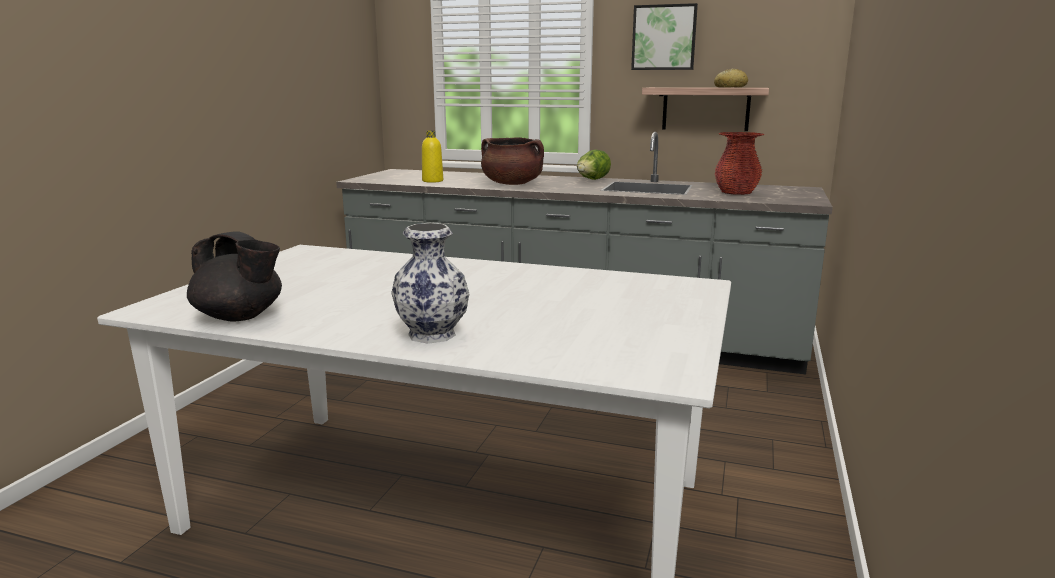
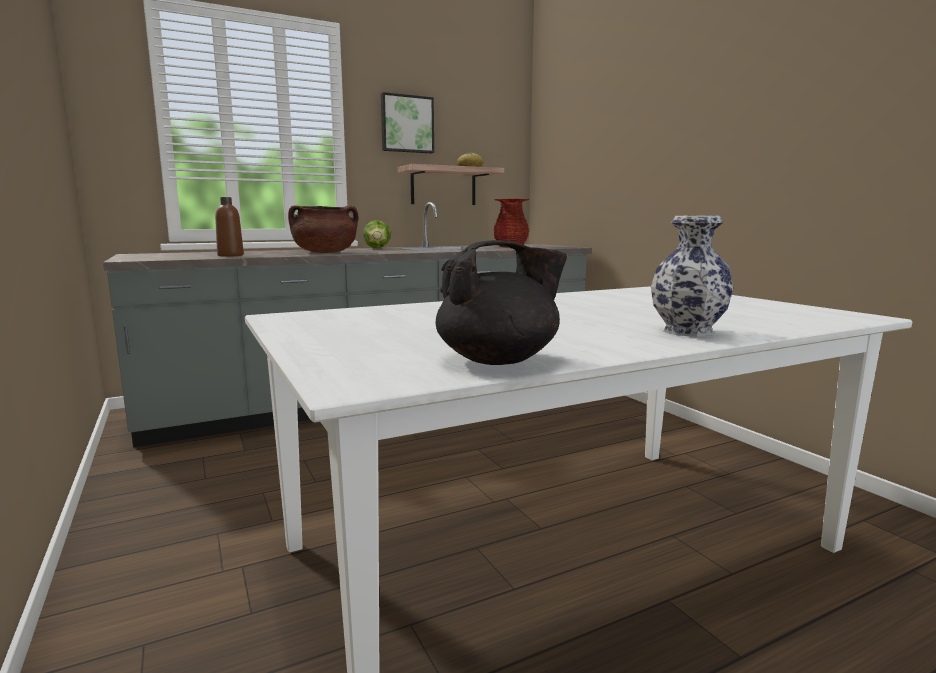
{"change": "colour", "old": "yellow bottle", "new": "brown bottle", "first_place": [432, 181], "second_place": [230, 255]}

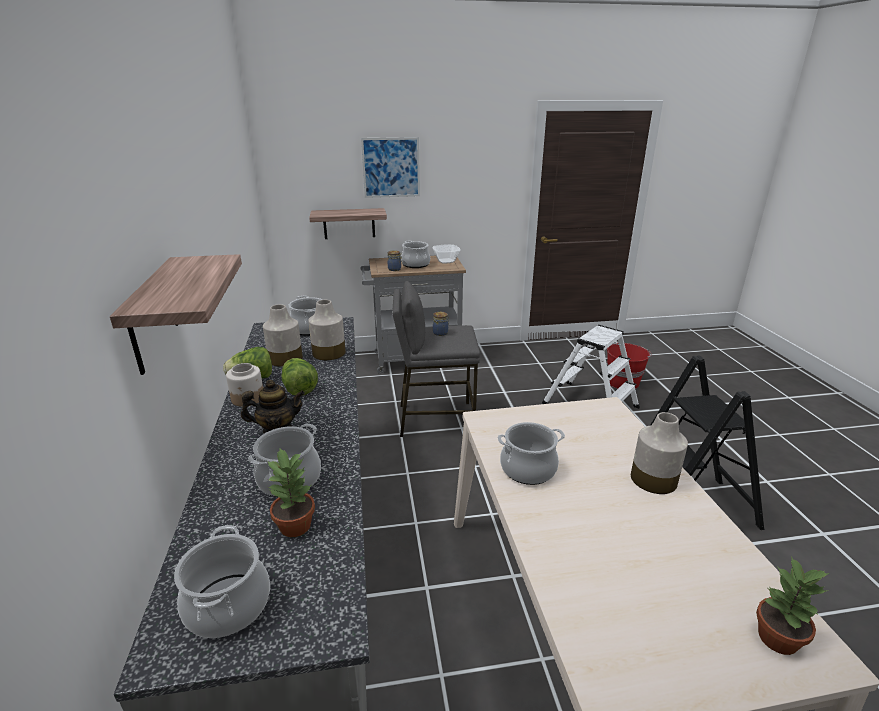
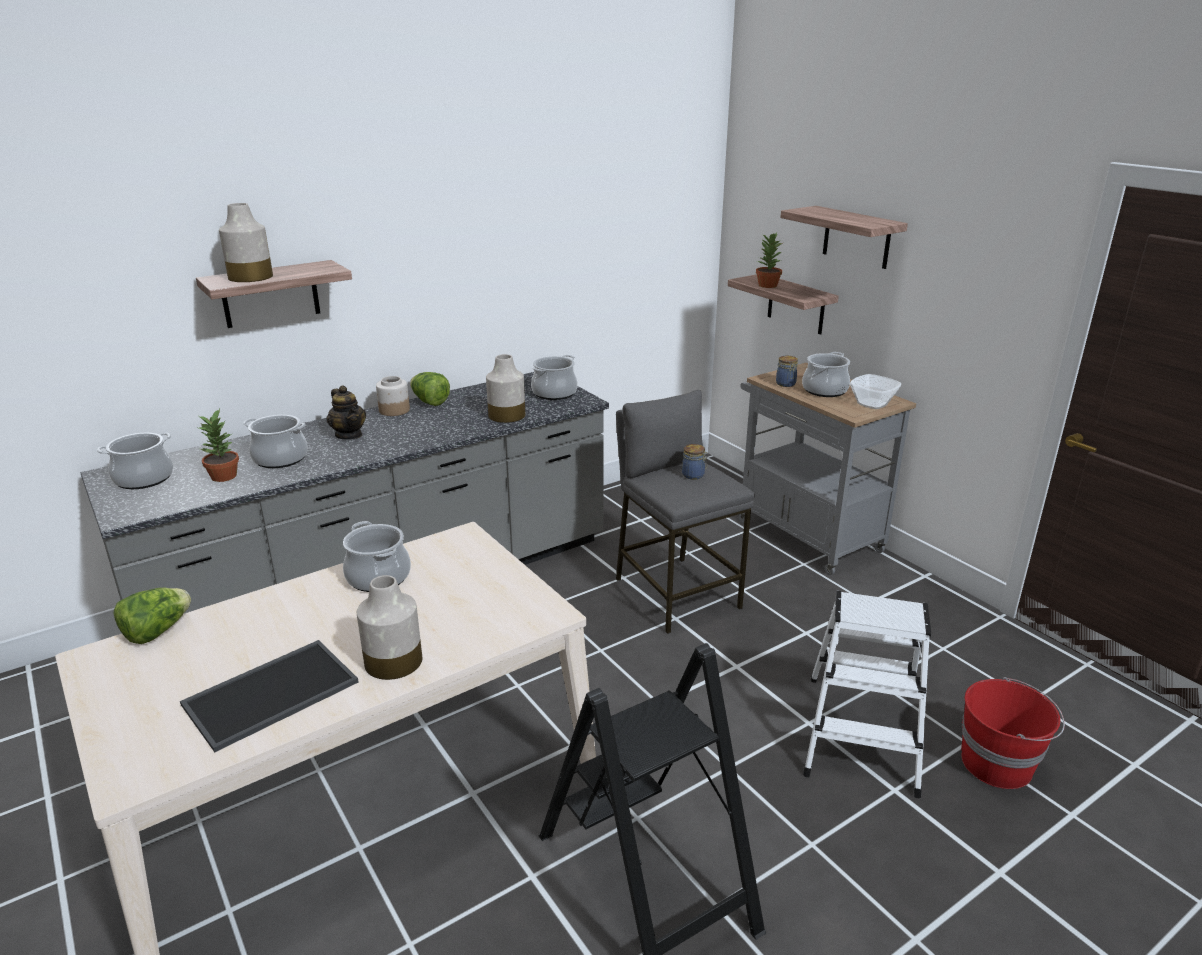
{"change": "relocated", "old": "beige vase", "first_place": [285, 358], "second_place": [250, 277]}
{"change": "relocated", "old": "lettuce", "first_place": [299, 389], "second_place": [157, 631]}
{"change": "exchanged", "old": "picture", "new": "shelf", "first_place": [391, 167], "second_place": [856, 237]}
{"change": "relocated", "old": "potted plant", "first_place": [778, 639], "second_place": [767, 285]}
{"change": "appeared", "new": "tray", "second_place": [271, 691]}

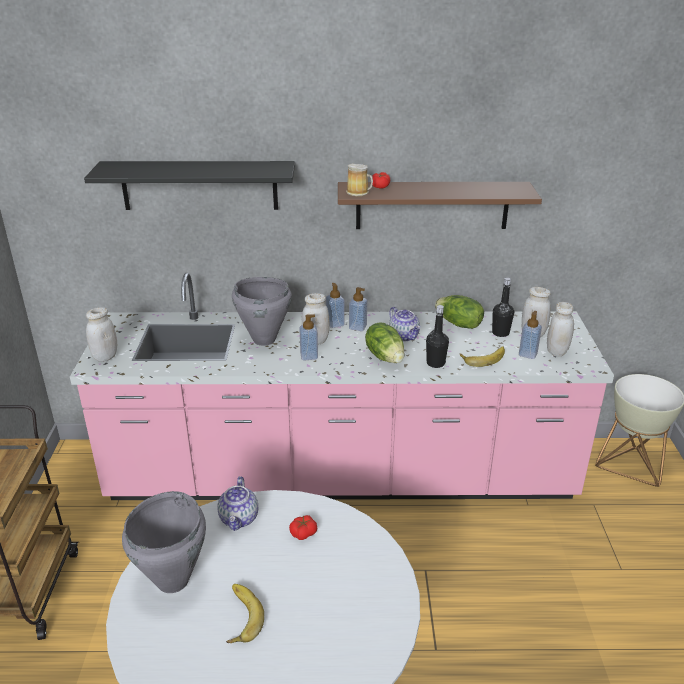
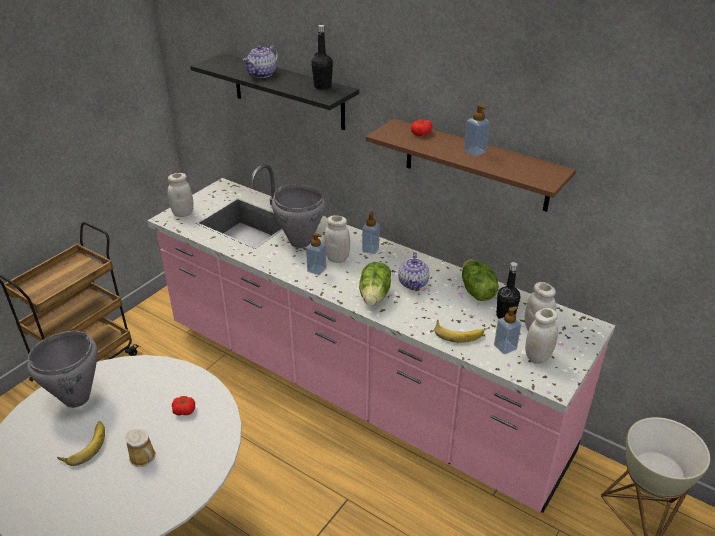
{"change": "relocated", "old": "teapot", "first_place": [239, 518], "second_place": [262, 74]}
{"change": "relocated", "old": "mug", "first_place": [359, 192], "second_place": [144, 458]}
{"change": "relocated", "old": "soap dispenser", "first_place": [357, 327], "second_place": [475, 152]}
{"change": "relocated", "old": "black bottle", "first_place": [435, 363], "second_place": [322, 87]}

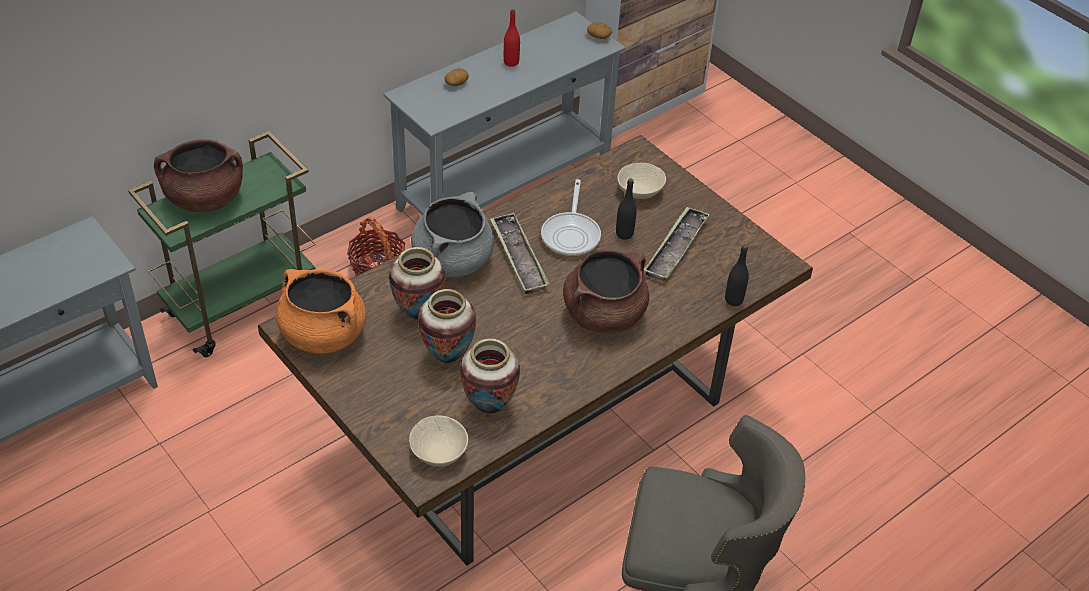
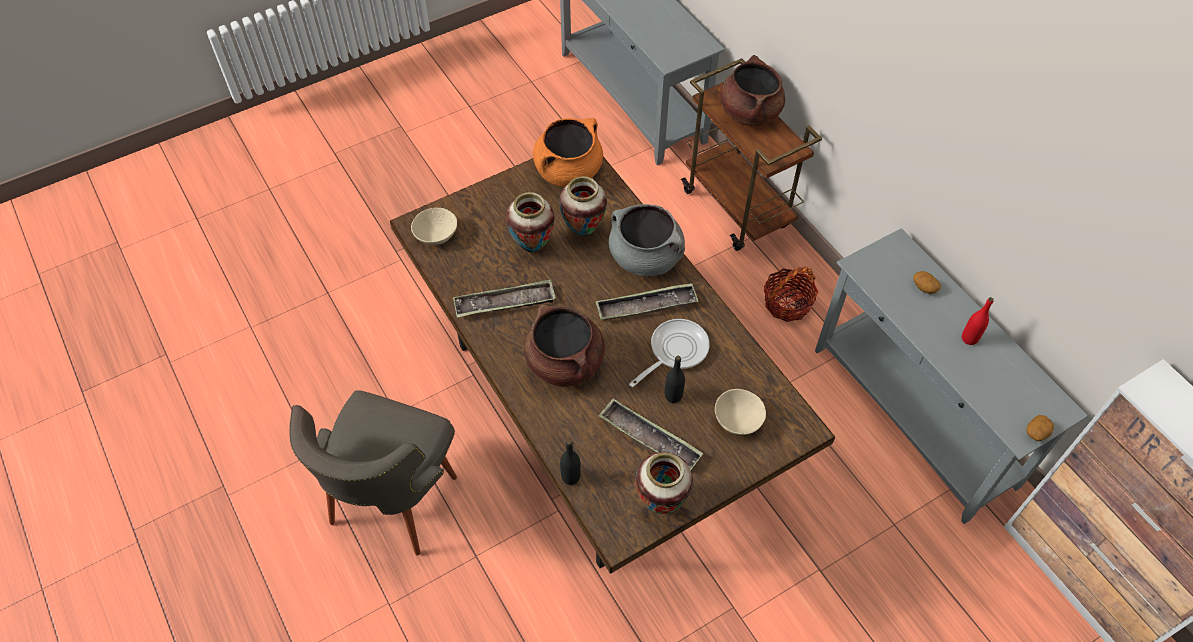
{"change": "colour", "old": "green cart", "new": "brown cart", "first_place": [243, 309], "second_place": [737, 212]}
{"change": "relocated", "old": "vase", "first_place": [489, 407], "second_place": [661, 503]}
{"change": "spun", "old": "frying pan", "first_place": [571, 234], "second_place": [675, 351], "degrees": 120}
{"change": "appeared", "new": "tray", "second_place": [505, 303]}

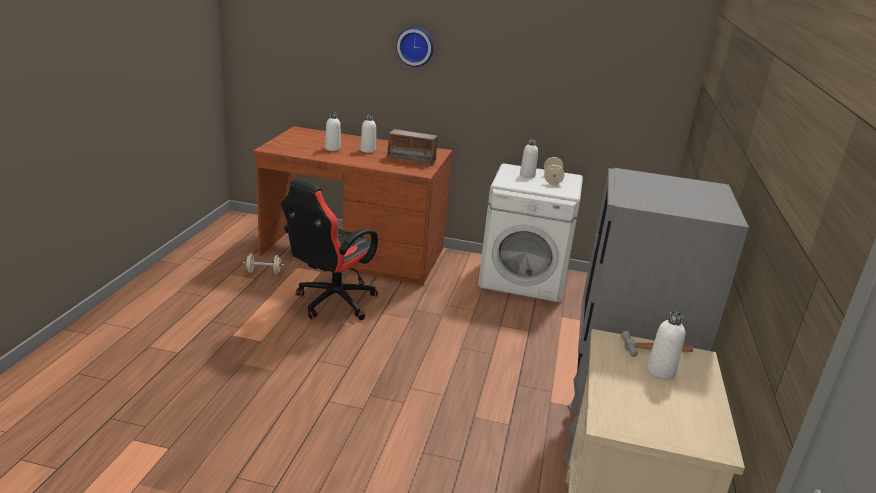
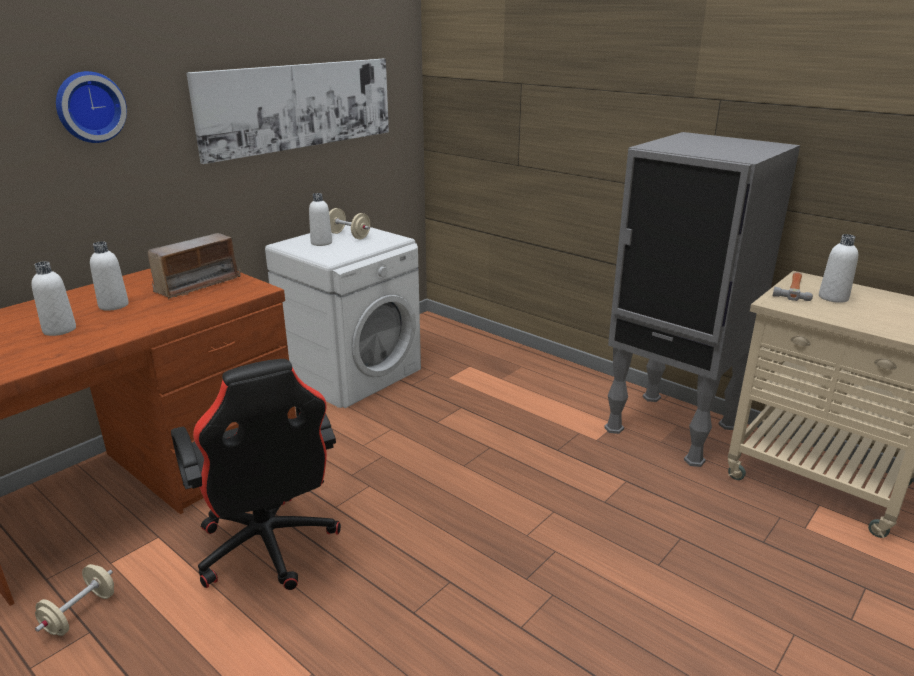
{"change": "appeared", "new": "picture", "second_place": [299, 106]}

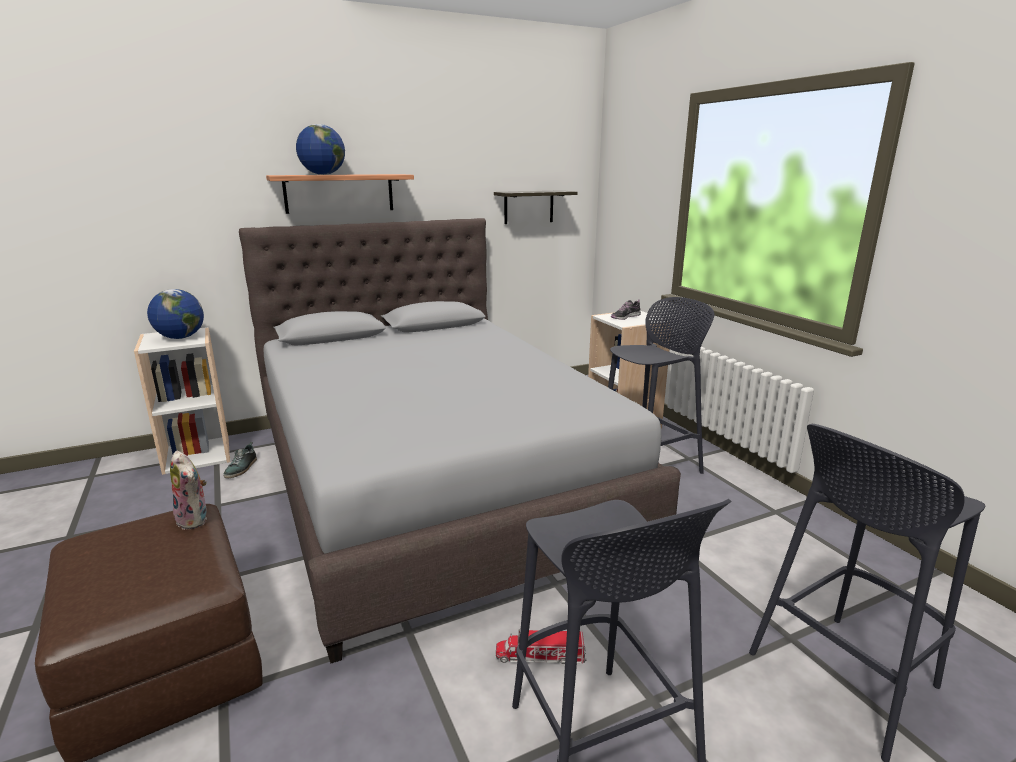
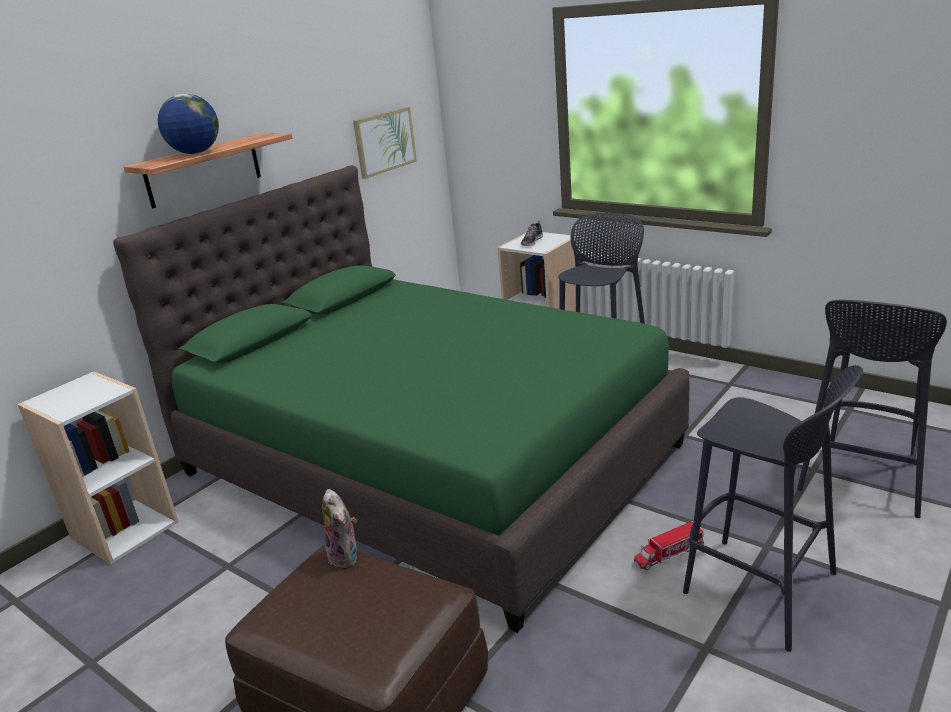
{"change": "missing", "old": "globe", "first_place": [180, 338]}
{"change": "spun", "old": "plush toy", "first_place": [195, 519], "second_place": [346, 557], "degrees": 45}
{"change": "missing", "old": "shoe", "first_place": [241, 468]}
{"change": "colour", "old": "grey bed", "new": "green bed", "first_place": [434, 480], "second_place": [428, 459]}
{"change": "exchanged", "old": "shelf", "new": "picture", "first_place": [528, 207], "second_place": [384, 142]}

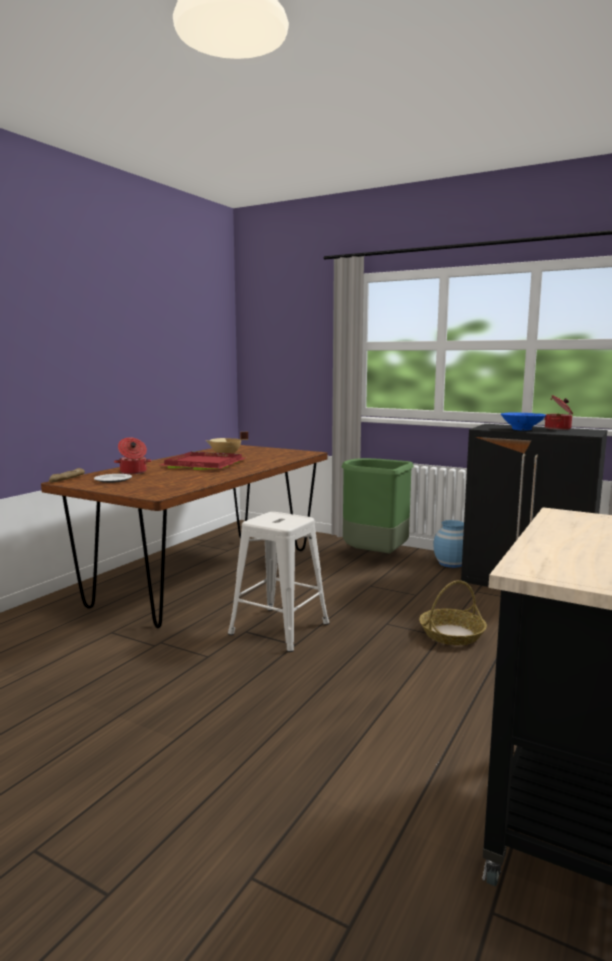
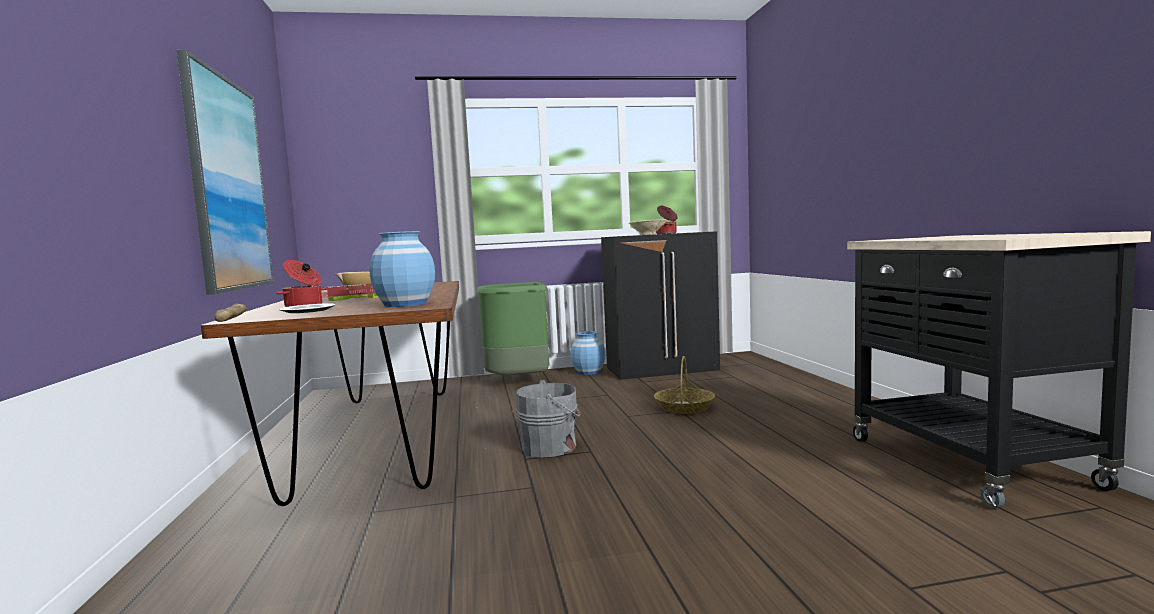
{"change": "exchanged", "old": "white stool", "new": "grey bucket", "first_place": [279, 629], "second_place": [552, 447]}
{"change": "colour", "old": "blue bowl", "new": "beige bowl", "first_place": [522, 429], "second_place": [648, 234]}
{"change": "appeared", "new": "picture", "second_place": [228, 184]}
{"change": "appeared", "new": "blue vase", "second_place": [406, 304]}

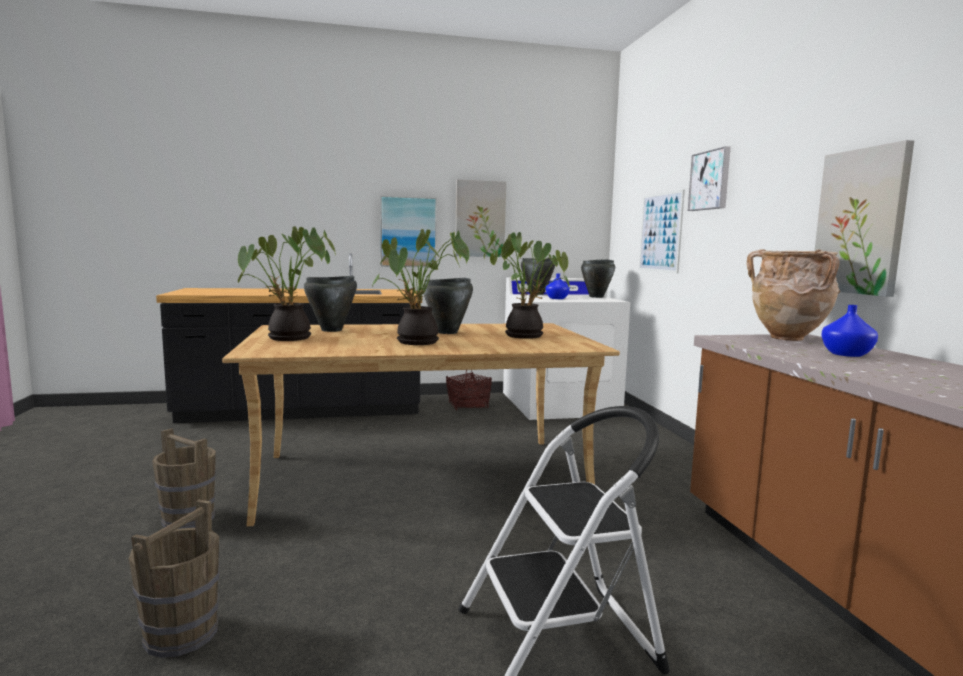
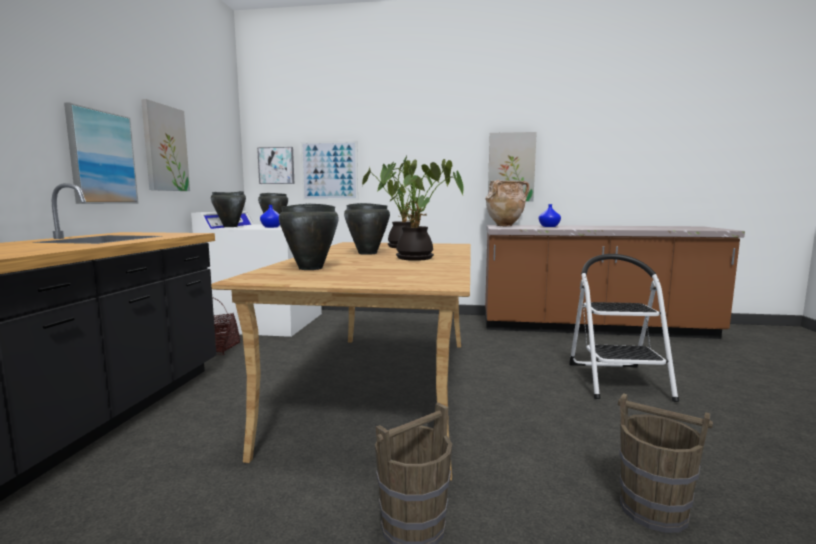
{"change": "missing", "old": "potted plant", "first_place": [288, 339]}
{"change": "relocated", "old": "picture", "first_place": [710, 180], "second_place": [276, 165]}

